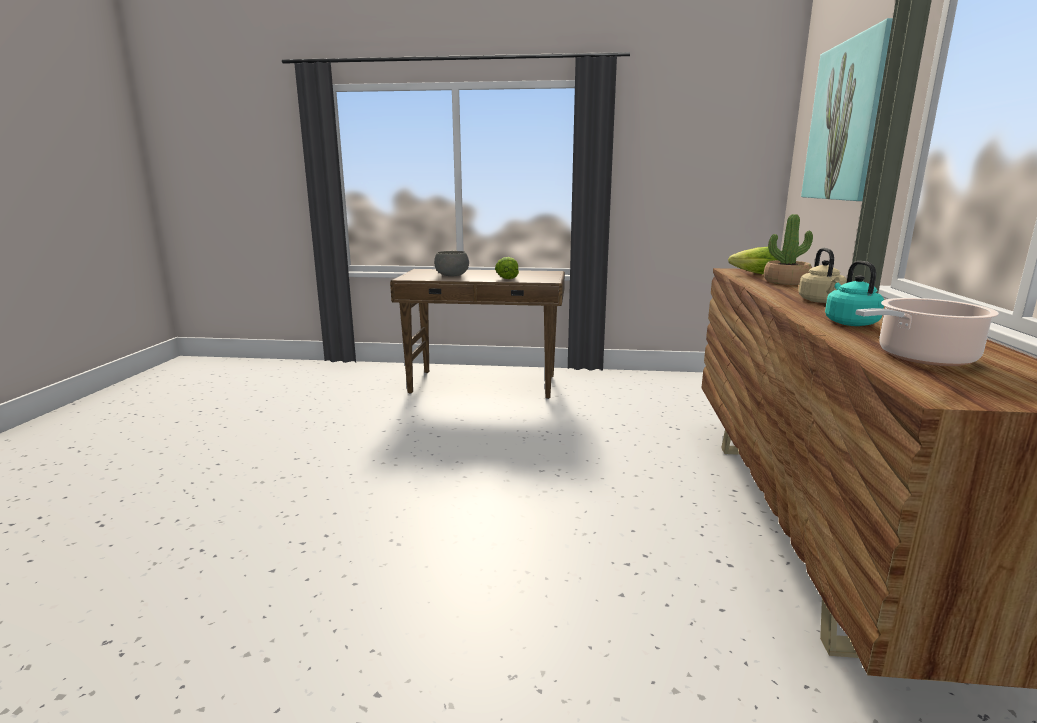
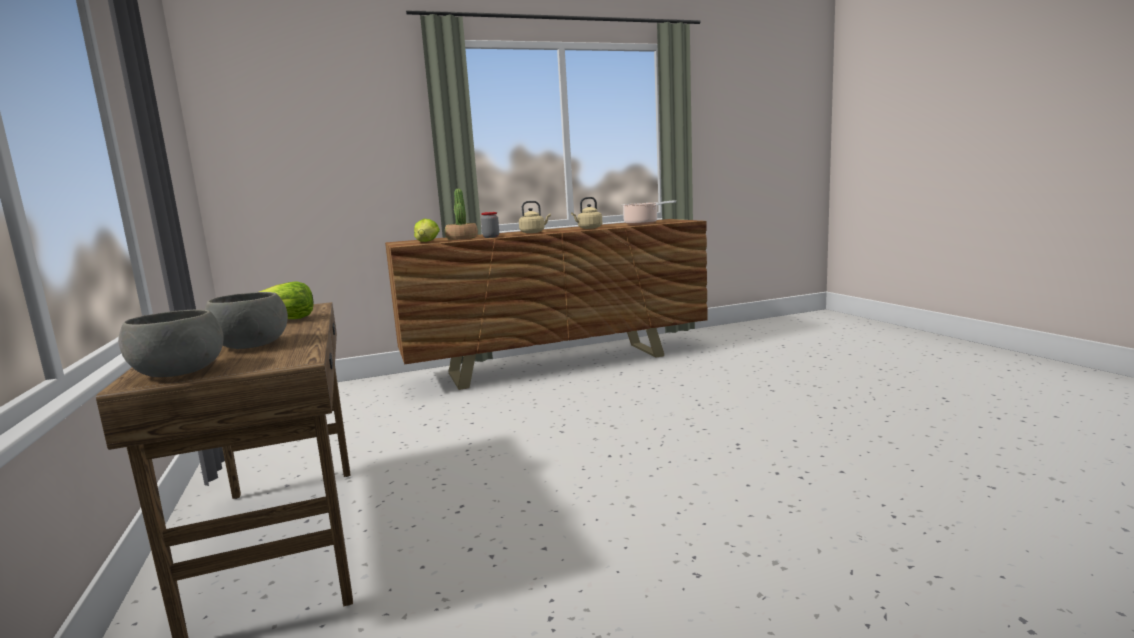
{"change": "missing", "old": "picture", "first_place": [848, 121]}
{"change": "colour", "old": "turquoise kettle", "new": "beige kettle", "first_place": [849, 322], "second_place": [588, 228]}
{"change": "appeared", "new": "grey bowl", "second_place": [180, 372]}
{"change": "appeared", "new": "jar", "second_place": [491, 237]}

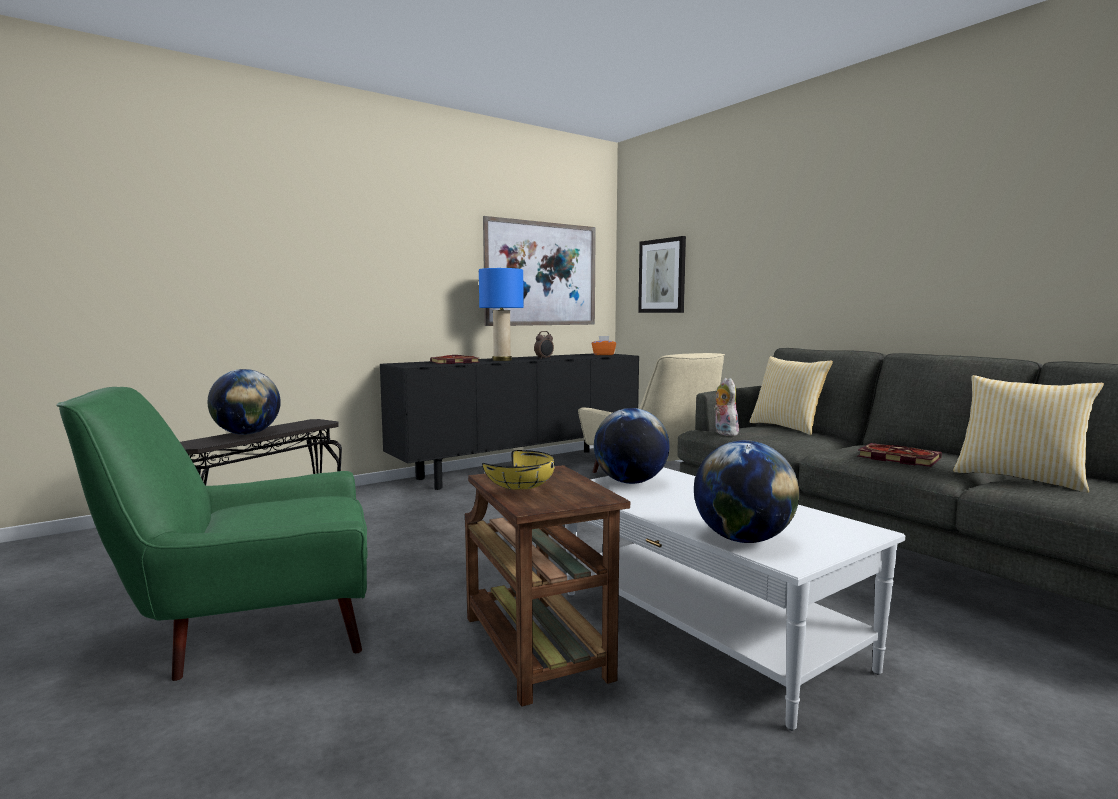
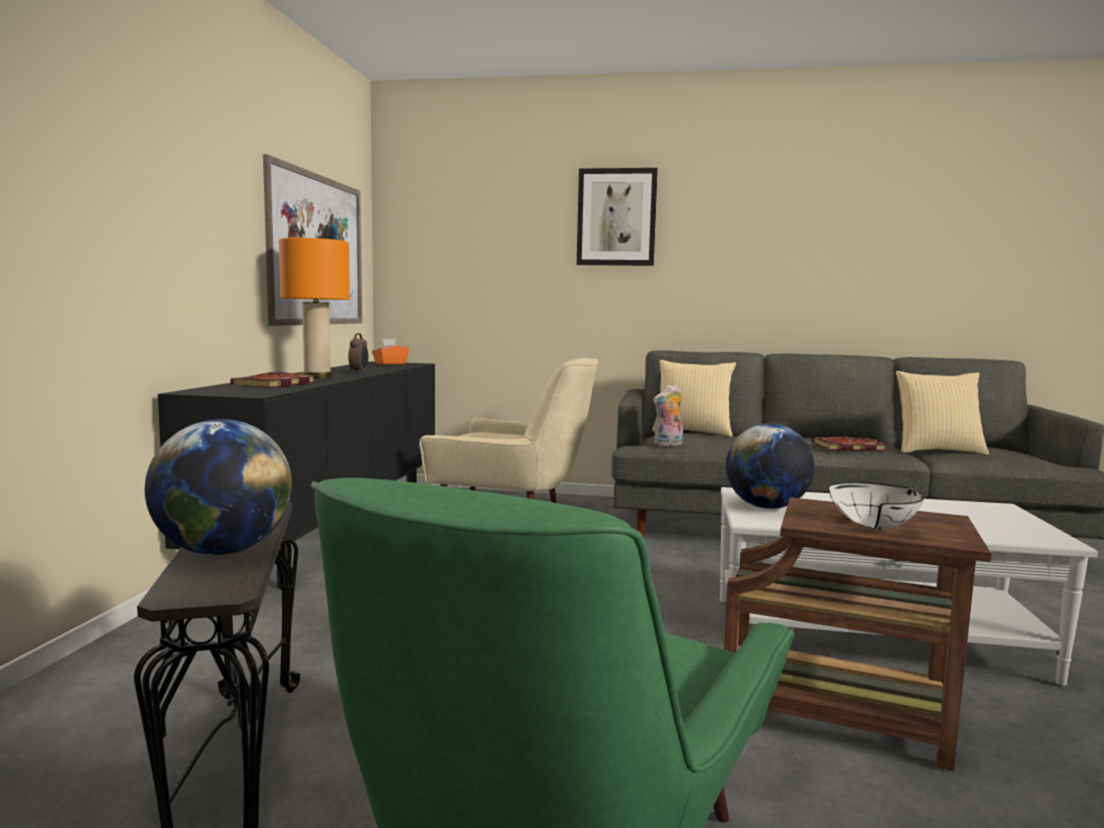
{"change": "colour", "old": "blue table lamp", "new": "orange table lamp", "first_place": [502, 360], "second_place": [317, 377]}
{"change": "colour", "old": "yellow bowl", "new": "white bowl", "first_place": [524, 488], "second_place": [879, 527]}
{"change": "relocated", "old": "picture", "first_place": [662, 276], "second_place": [616, 217]}
{"change": "missing", "old": "globe", "first_place": [742, 539]}
{"change": "spun", "old": "plush toy", "first_place": [724, 433], "second_place": [668, 445], "degrees": -60}

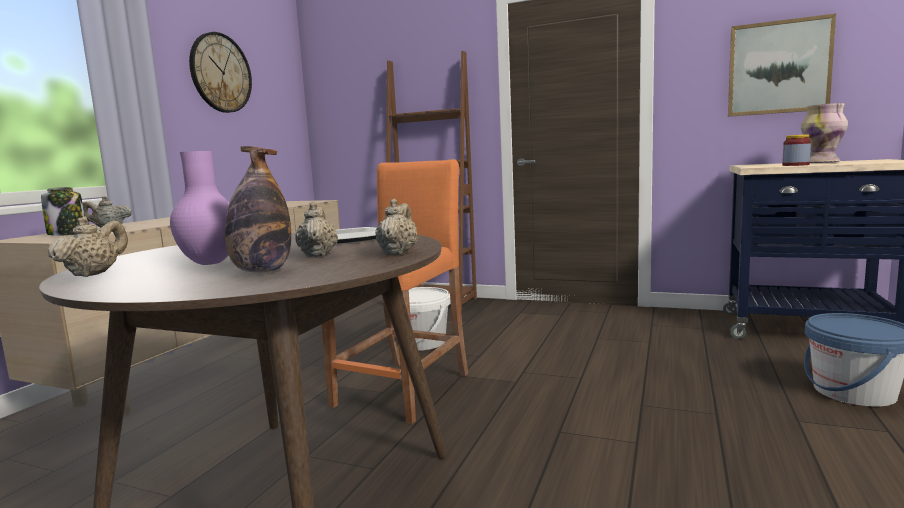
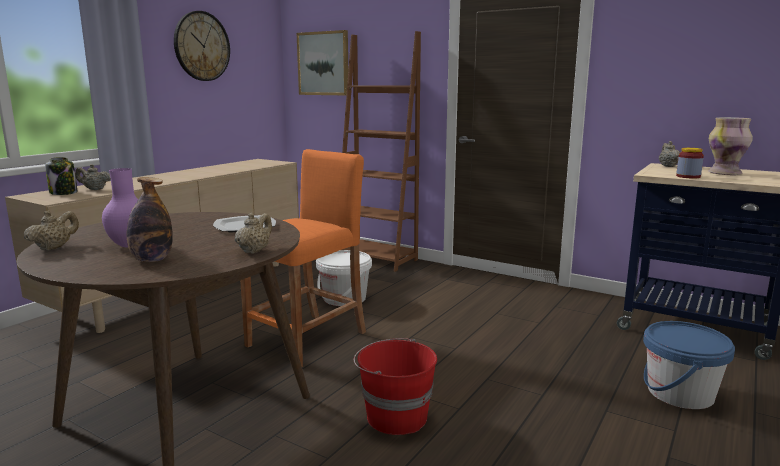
{"change": "relocated", "old": "beige teapot", "first_place": [318, 254], "second_place": [667, 166]}
{"change": "relocated", "old": "picture", "first_place": [778, 68], "second_place": [323, 63]}
{"change": "appeared", "new": "red bucket", "second_place": [395, 417]}

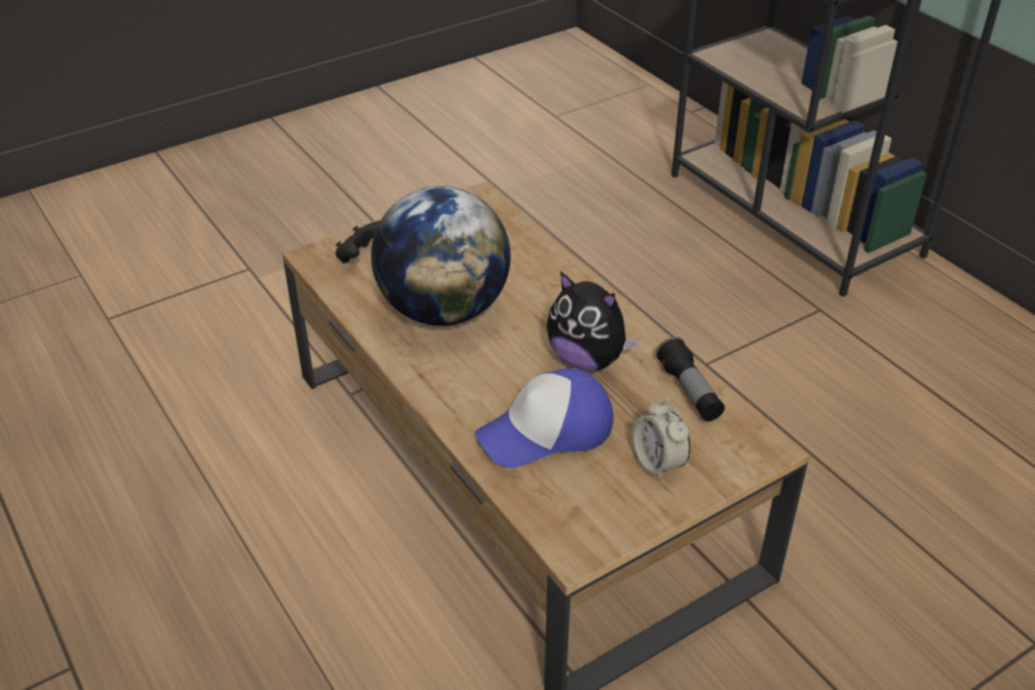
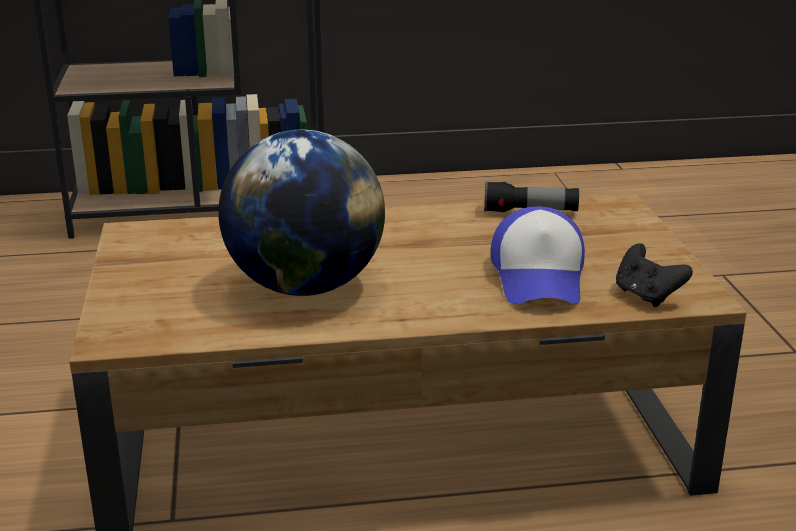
{"change": "relocated", "old": "black game controller", "first_place": [360, 257], "second_place": [646, 296]}
{"change": "missing", "old": "plush toy", "first_place": [587, 359]}
{"change": "missing", "old": "alarm clock", "first_place": [658, 463]}

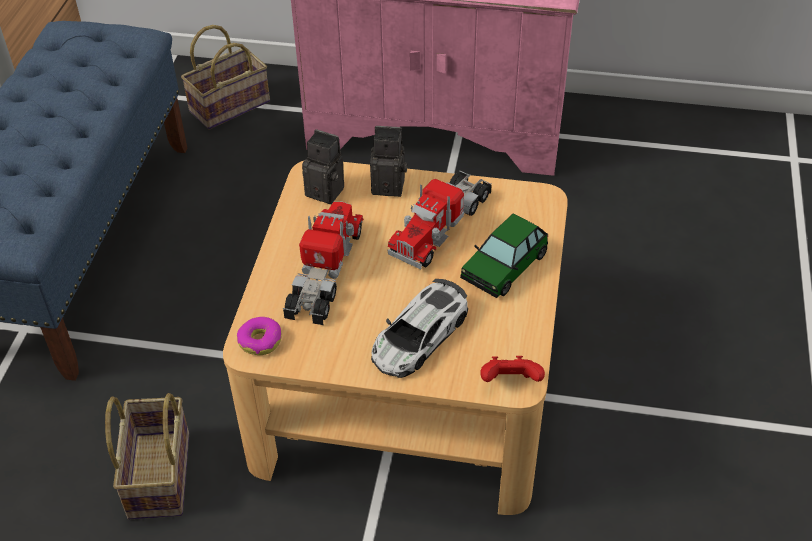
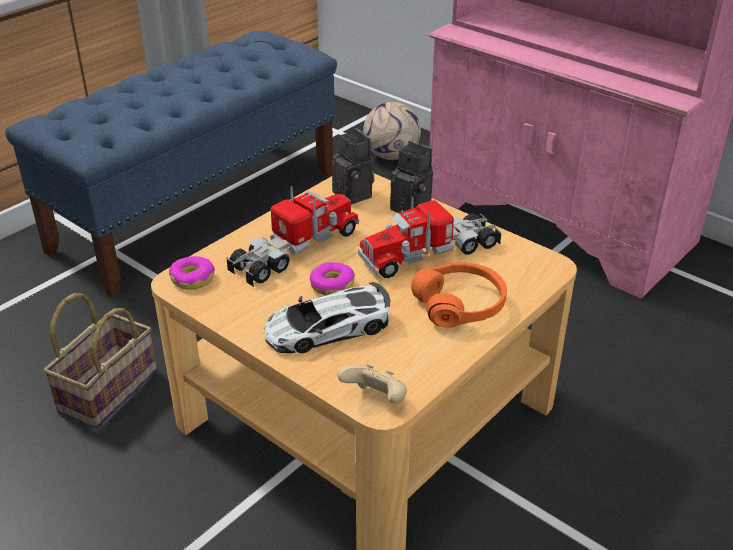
{"change": "exchanged", "old": "basket", "new": "football", "first_place": [230, 105], "second_place": [392, 155]}
{"change": "exchanged", "old": "toy car", "new": "orange headphones", "first_place": [504, 266], "second_place": [460, 304]}
{"change": "colour", "old": "red game controller", "new": "beige game controller", "first_place": [510, 382], "second_place": [376, 400]}
{"change": "appeared", "new": "donut", "second_place": [332, 285]}

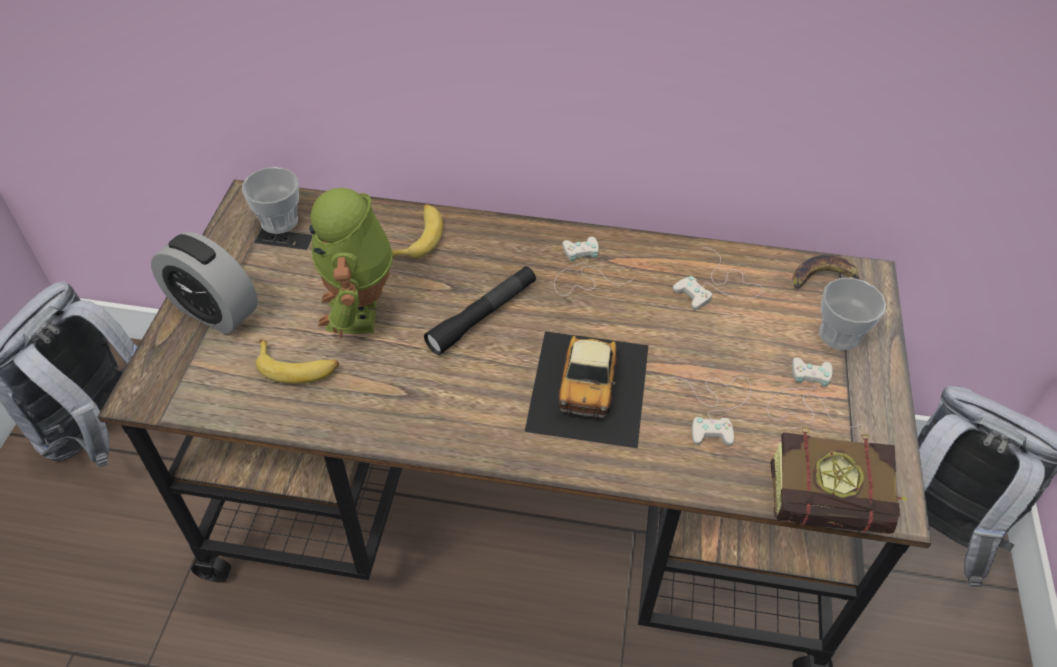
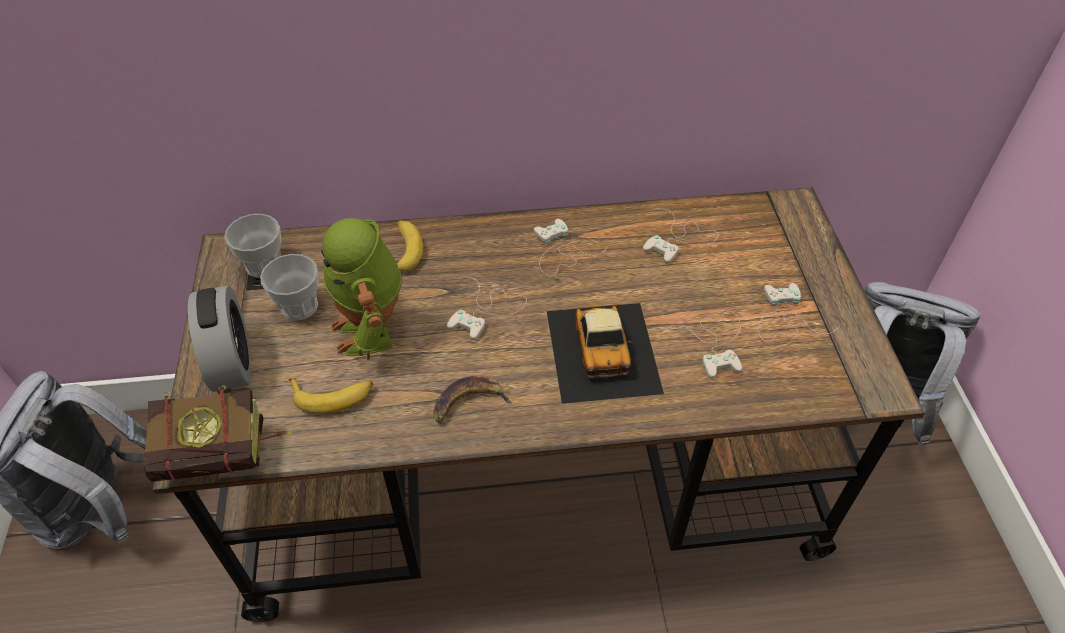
{"change": "spun", "old": "alarm clock", "first_place": [214, 311], "second_place": [232, 362], "degrees": -120}
{"change": "exchanged", "old": "black flashlight", "new": "white game controller", "first_place": [482, 316], "second_place": [486, 310]}
{"change": "relocated", "old": "book", "first_place": [837, 507], "second_place": [227, 455]}
{"change": "relocated", "old": "banana", "first_place": [823, 278], "second_place": [468, 403]}
{"change": "relocated", "old": "cup", "first_place": [839, 335], "second_place": [299, 306]}

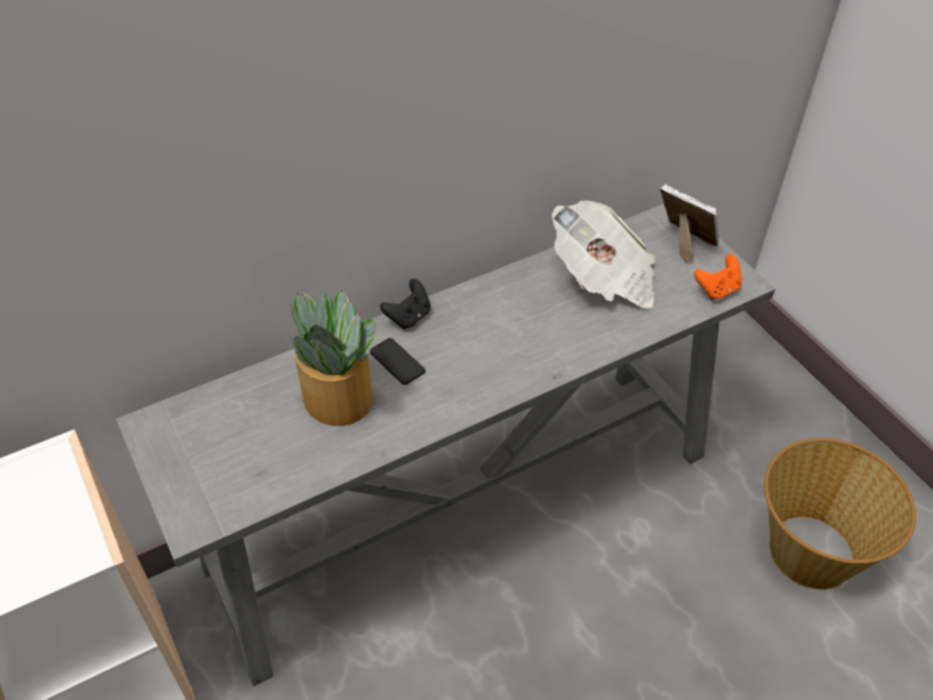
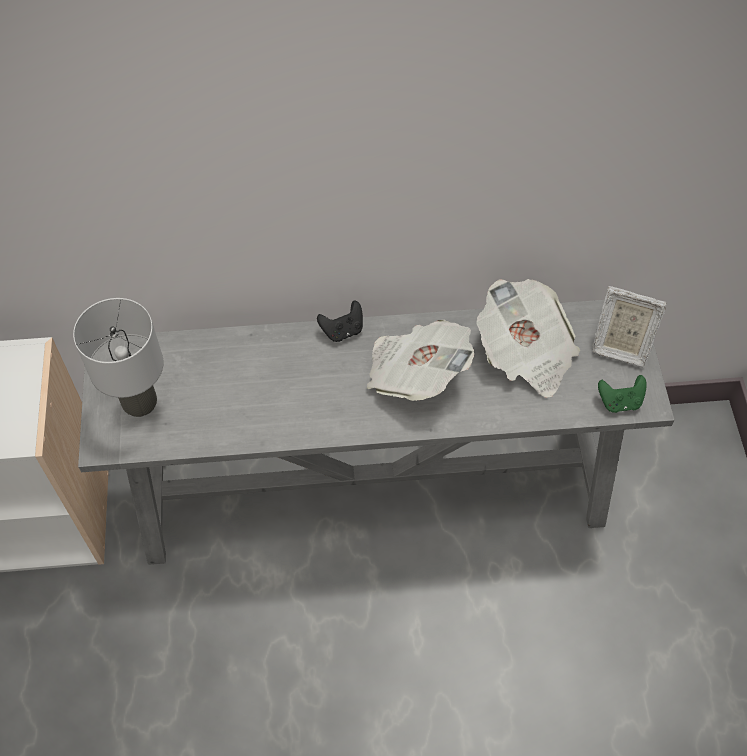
{"change": "missing", "old": "potted plant", "first_place": [338, 399]}
{"change": "missing", "old": "phone", "first_place": [397, 362]}
{"change": "spun", "old": "picture frame", "first_place": [685, 244], "second_place": [619, 346], "degrees": 135}
{"change": "colour", "old": "orange game controller", "new": "green game controller", "first_place": [717, 290], "second_place": [619, 402]}
{"change": "missing", "old": "basket", "first_place": [810, 550]}
{"change": "appeared", "new": "white table lamp", "second_place": [140, 405]}
{"change": "appeared", "new": "newspaper", "second_place": [416, 373]}

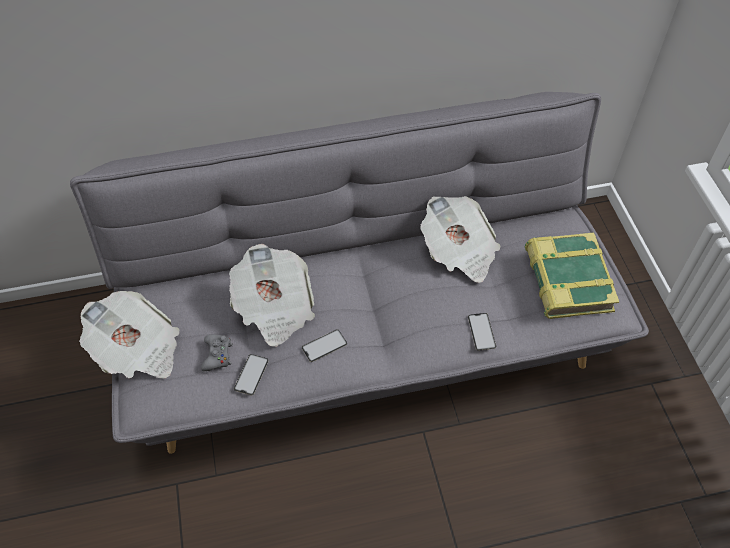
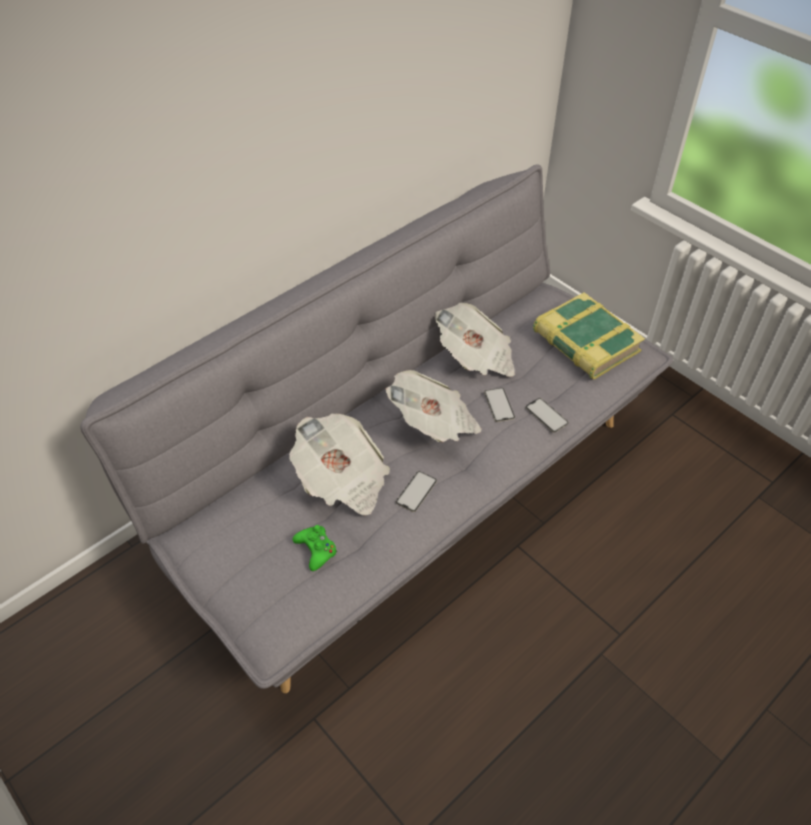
{"change": "relocated", "old": "newspaper", "first_place": [138, 350], "second_place": [434, 423]}
{"change": "colour", "old": "grey game controller", "new": "green game controller", "first_place": [217, 355], "second_place": [316, 550]}
{"change": "relocated", "old": "phone", "first_place": [251, 374], "second_place": [499, 405]}

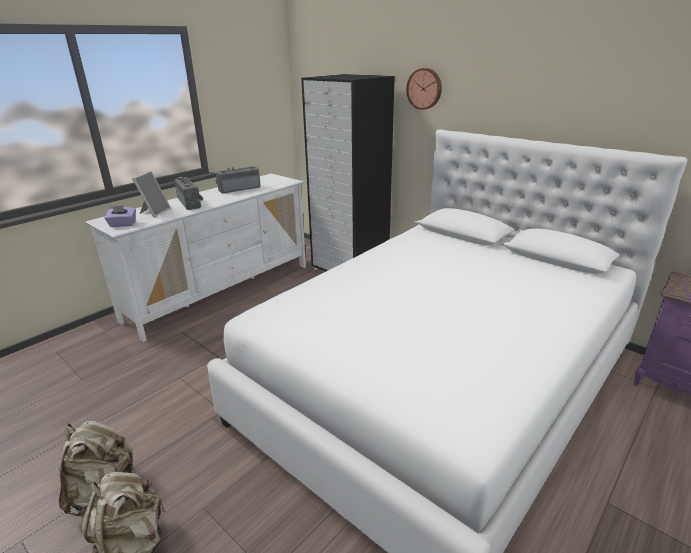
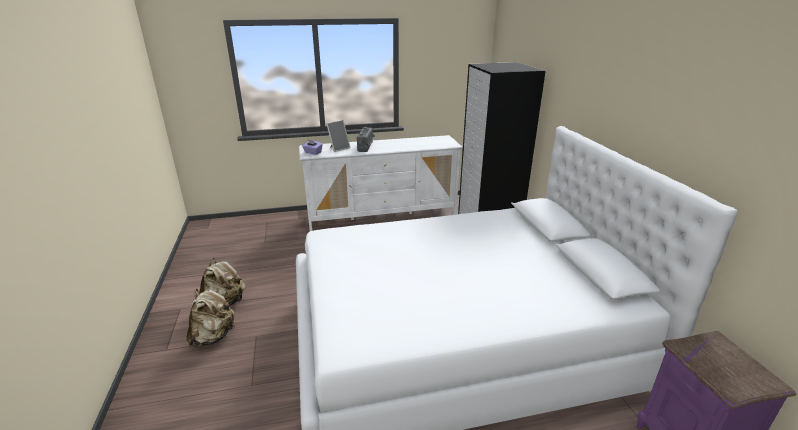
{"change": "missing", "old": "radio", "first_place": [239, 189]}
{"change": "missing", "old": "wall clock", "first_place": [424, 88]}

